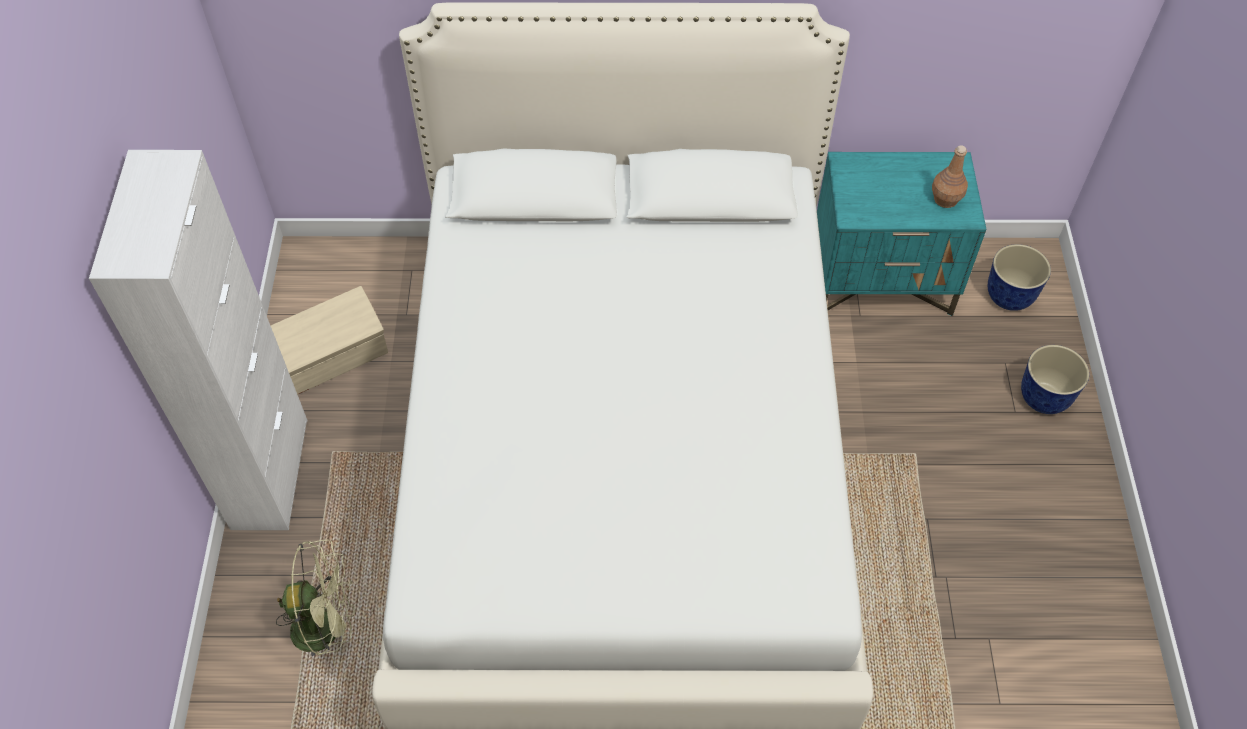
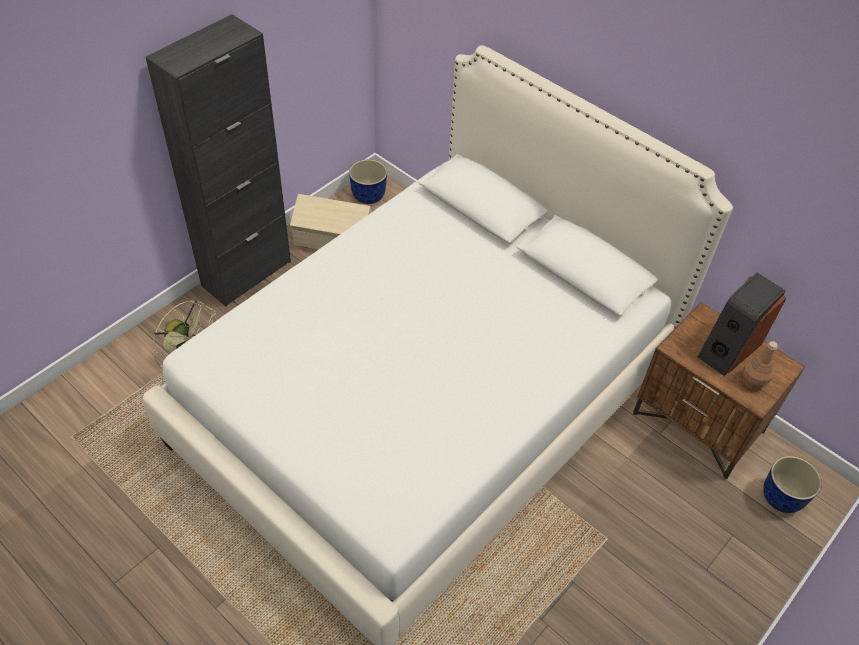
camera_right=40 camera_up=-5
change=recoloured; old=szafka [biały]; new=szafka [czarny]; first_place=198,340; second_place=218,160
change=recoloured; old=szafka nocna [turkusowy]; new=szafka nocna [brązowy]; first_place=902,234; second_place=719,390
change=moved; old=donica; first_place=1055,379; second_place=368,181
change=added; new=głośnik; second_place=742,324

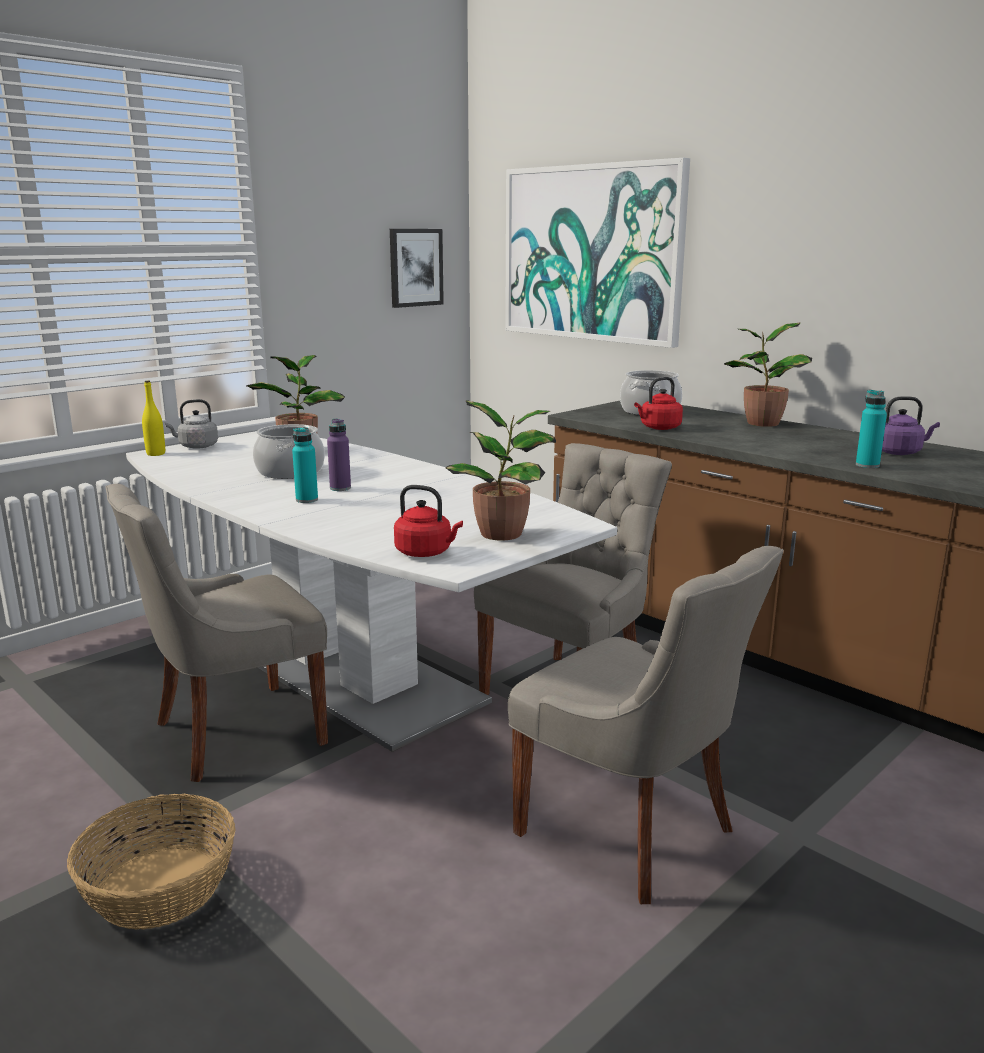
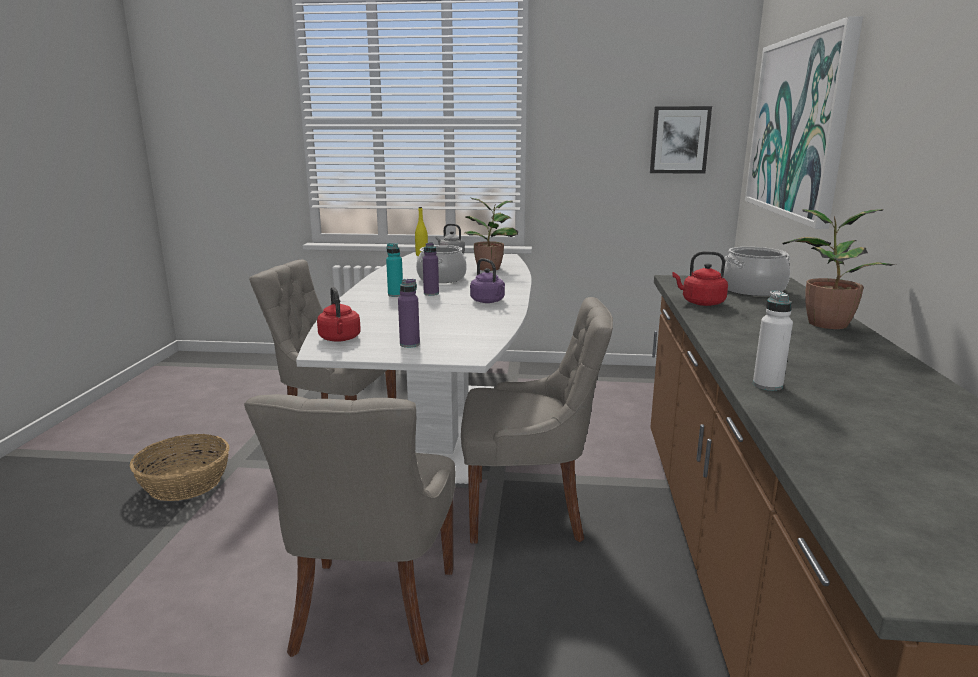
camera_right=50 camera_up=0
change=recoloured; old=butelka [turkusowy]; new=butelka [biały]; first_place=871,429; second_place=773,341
change=moved; old=czajnik [fioletowy]; first_place=911,425; second_place=487,280
change=replaced; old=roślina doniczkowa; new=butelka [fioletowy]; first_place=501,470; second_place=409,313

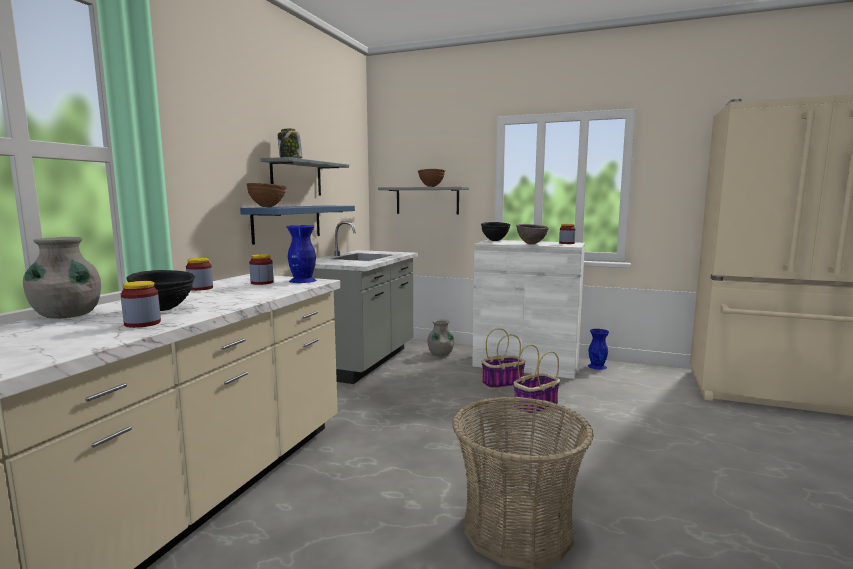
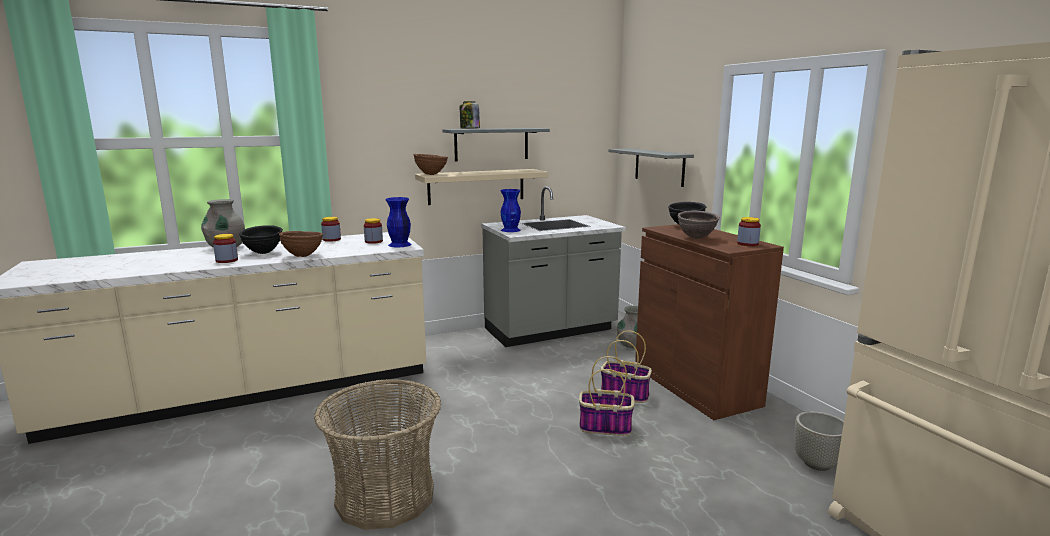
camera_right=45 camera_up=5
change=moved; old=miska [brązowy]; first_place=431,178; second_place=301,244
change=recoloured; old=półka [niebieski]; new=półka [beżowy]; first_place=297,225; second_place=481,187
change=recoloured; old=szafka [biały]; new=szafka [brązowy]; first_place=528,309; second_place=709,322
change=moved; old=wazon [niebieski]; first_place=598,349; second_place=510,210
change=added; new=donica [szary]; second_place=819,441

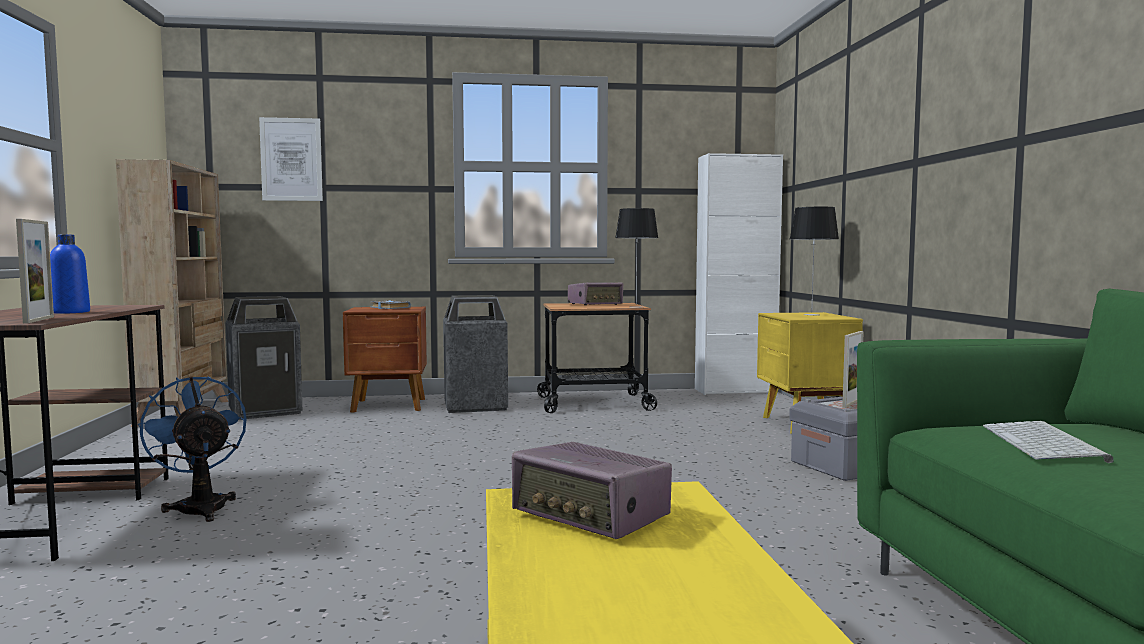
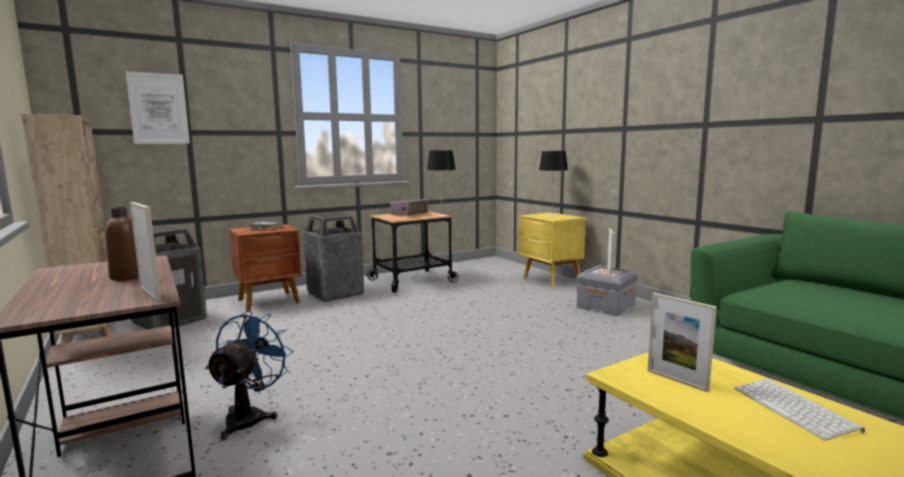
camera_right=-25 camera_up=5
change=removed; old=szafka [biały]; first_place=739,274
change=recoloured; old=butelka [niebieski]; new=butelka [brązowy]; first_place=70,274; second_place=122,244
change=turned; old=wentylator [niebieski]; first_place=192,449; second_place=249,376; degrees=75
change=moved; old=klawiatura; first_place=1048,442; second_place=799,409
change=replaced; old=radio; new=ramka na zdjęcie; first_place=592,490; second_place=682,342

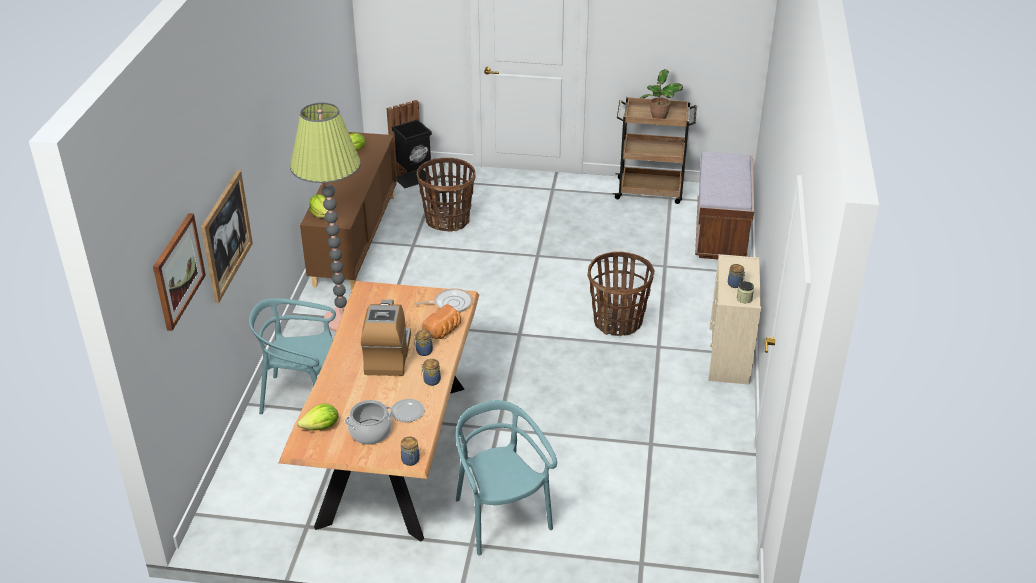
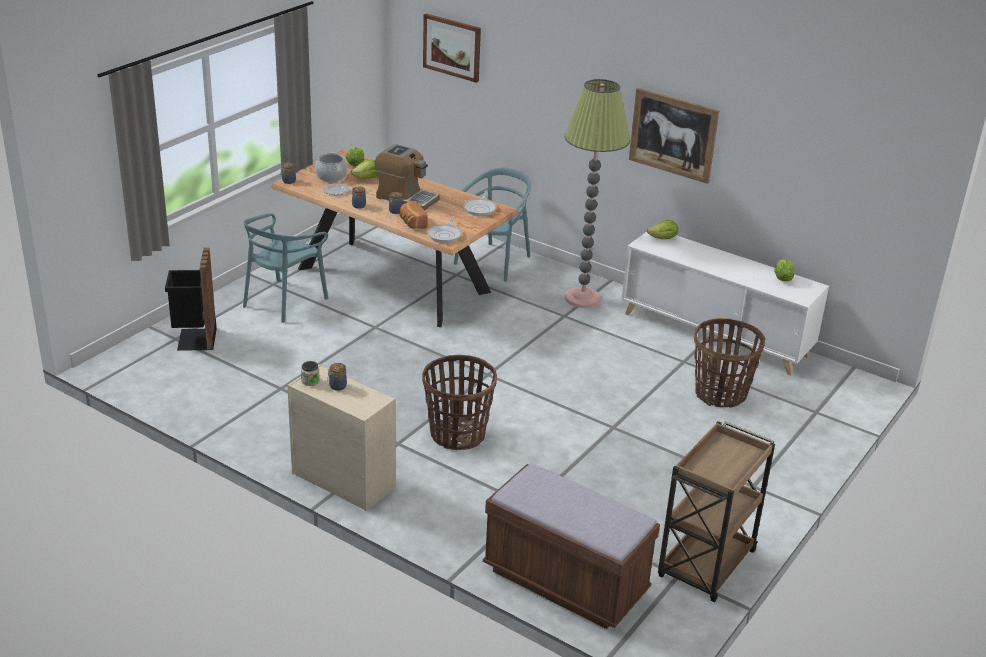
camera_right=115 camera_up=-5
change=removed; old=roślina doniczkowa; first_place=661,94
change=moved; old=kosz na śmieci [czarny]; first_place=409,144; second_place=191,299
change=recoloured; old=szafka [brązowy]; new=szafka [biały]; first_place=348,211; second_place=725,304
change=moved; old=obraz; first_place=227,236; second_place=674,136
change=turned; old=krzesło [turkusowy]; first_place=506,478; second_place=285,268; degrees=120
change=added; new=sałata; second_place=364,169
change=added; new=patelnia; second_place=480,203

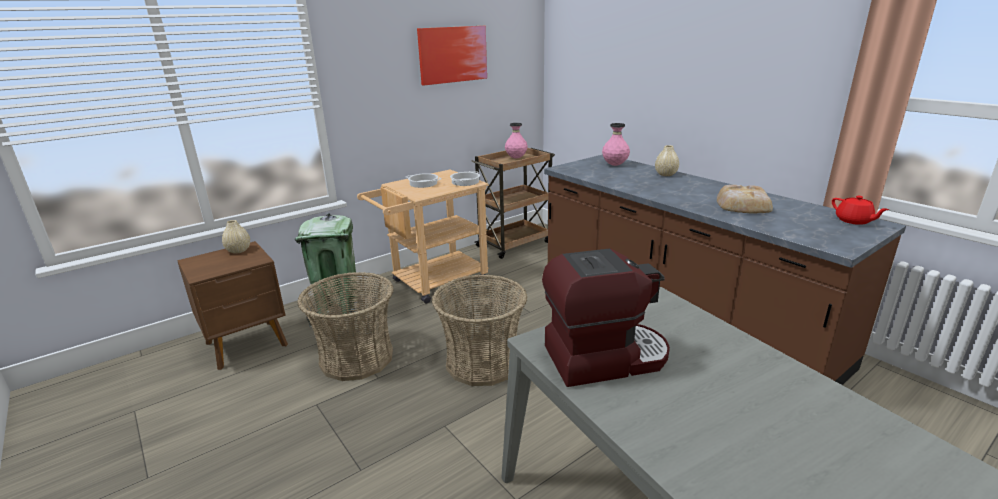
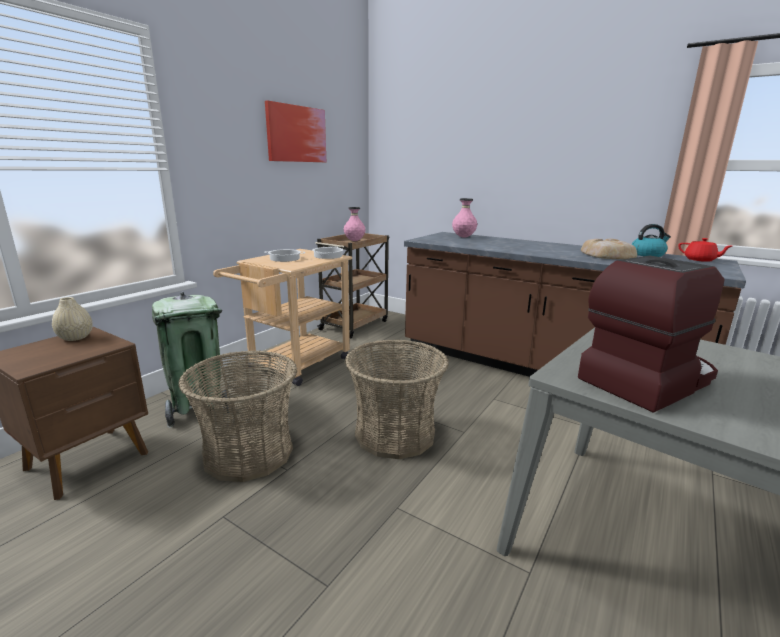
camera_right=-20 camera_up=-5
change=removed; old=wazon [beżowy]; first_place=667,160
change=added; new=czajnik; second_place=651,240

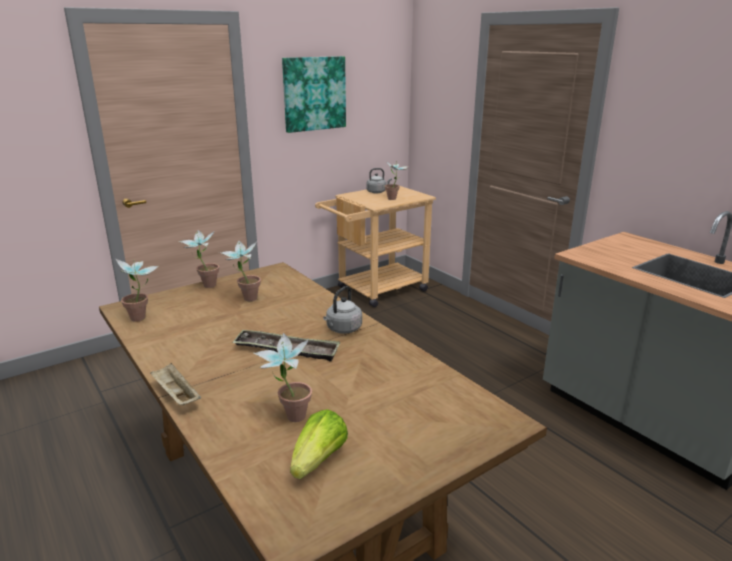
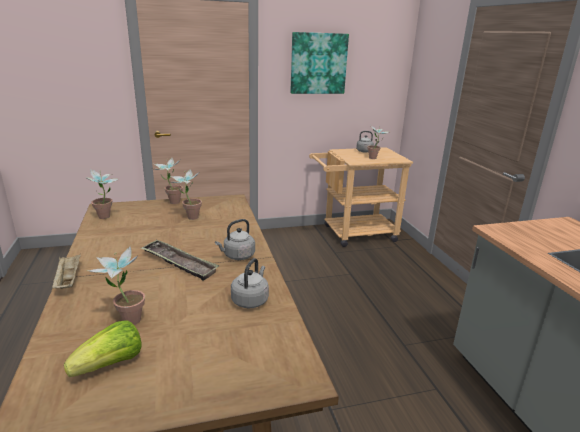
camera_right=20 camera_up=0
change=added; new=czajnik [szary]; second_place=250,283

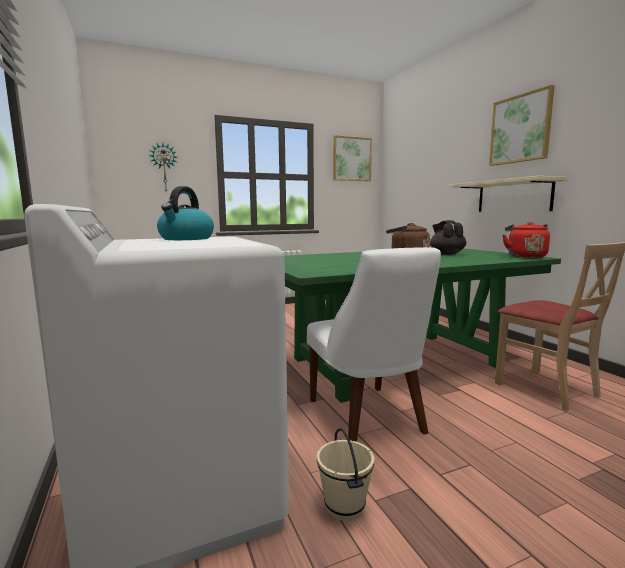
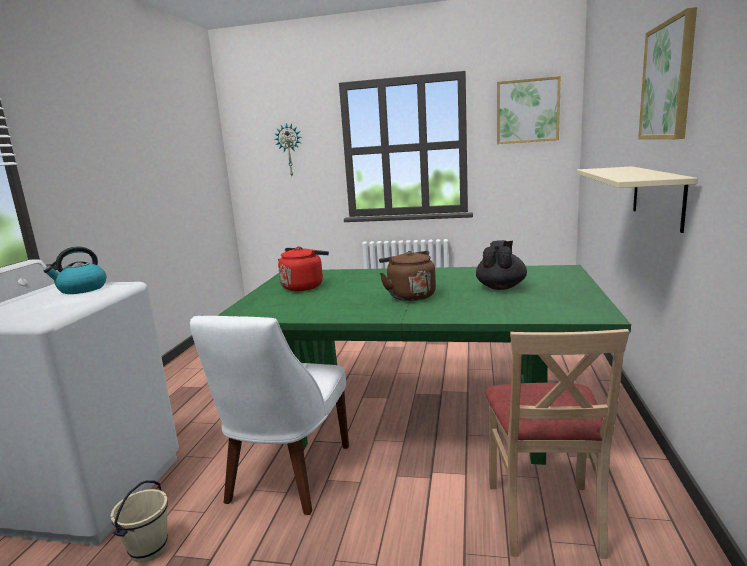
camera_right=35 camera_up=5
change=moved; old=czajnik [czerwony]; first_place=526,240; second_place=303,269

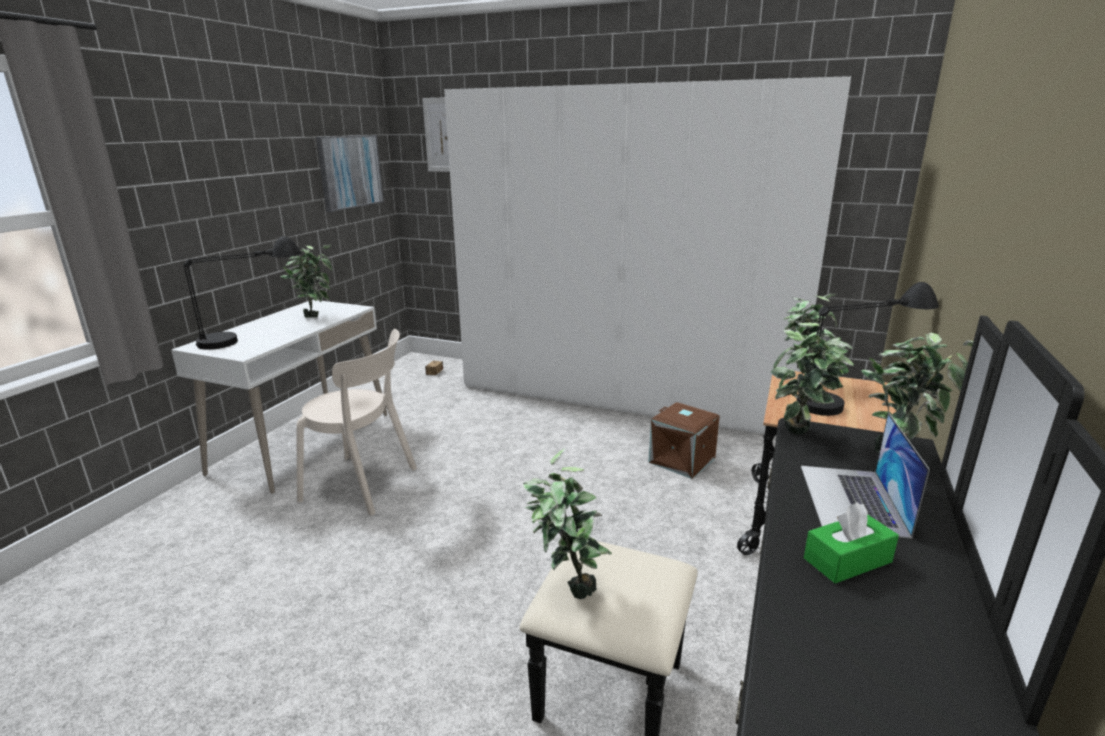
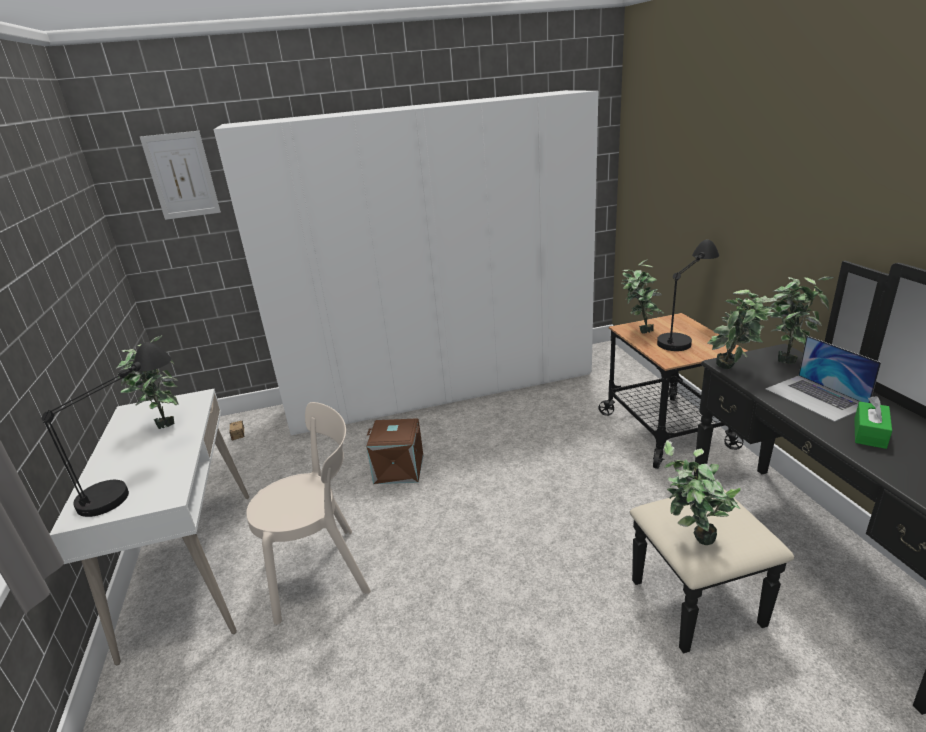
camera_right=-35 camera_up=5
change=removed; old=obraz; first_place=350,173
change=moved; old=pojemnik do przechowywania [brązowy]; first_place=684,440; second_place=394,451

